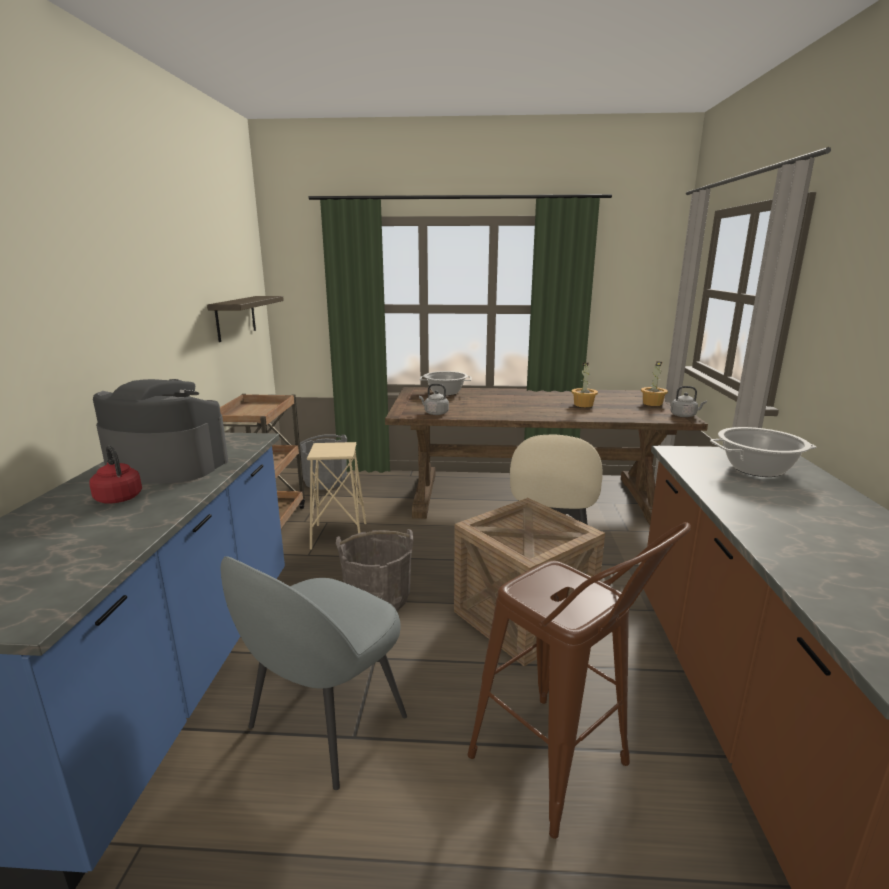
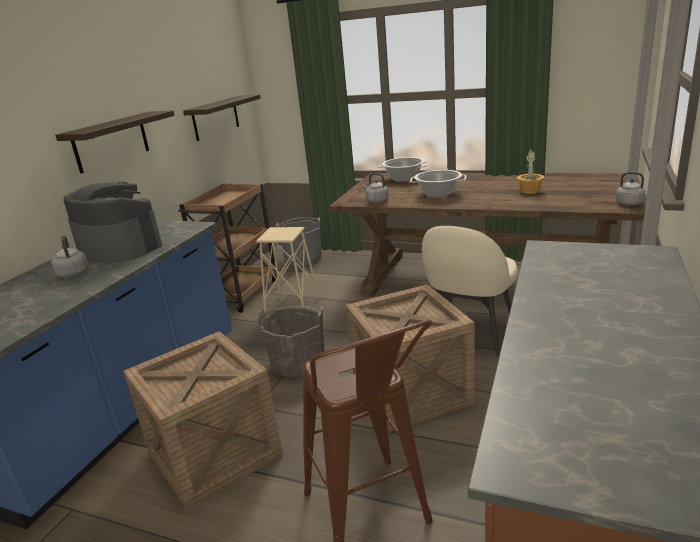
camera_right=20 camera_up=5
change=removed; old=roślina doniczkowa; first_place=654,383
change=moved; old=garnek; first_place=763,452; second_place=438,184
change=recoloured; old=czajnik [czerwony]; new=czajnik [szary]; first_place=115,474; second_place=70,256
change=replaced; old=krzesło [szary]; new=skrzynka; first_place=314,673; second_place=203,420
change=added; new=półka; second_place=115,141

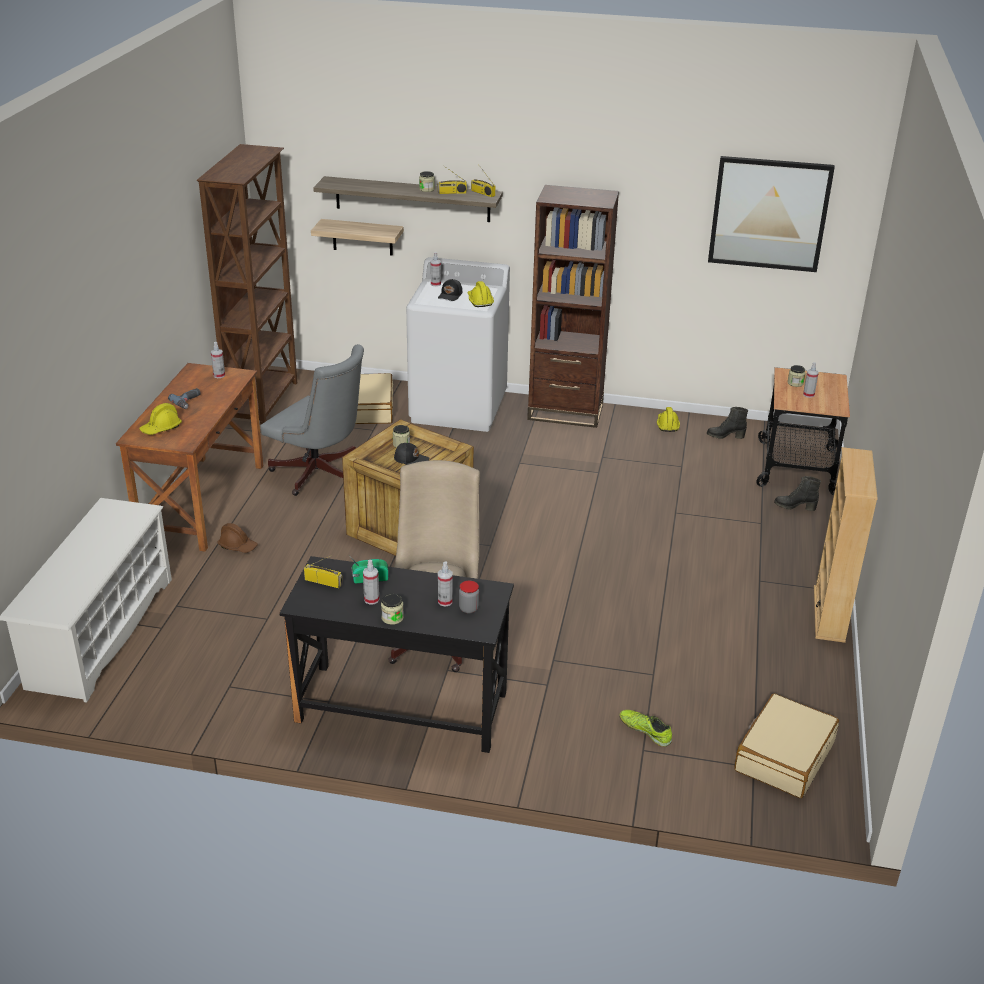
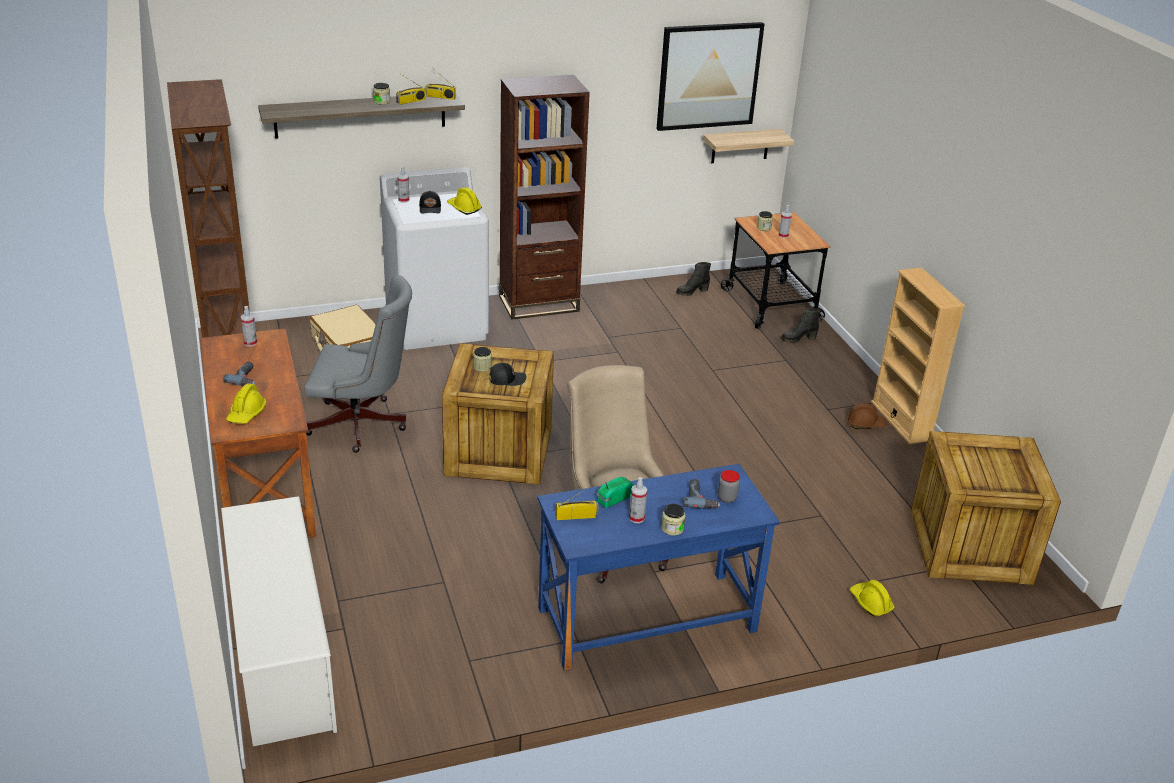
camera_right=-30 camera_up=0
change=moved; old=półka; first_place=357,237; second_place=748,146
change=moved; old=kask [żółty]; first_place=668,419; second_place=872,598
change=moved; old=kask [brązowy]; first_place=237,538; second_place=867,416
change=recoloured; old=biurko [czarny]; new=biurko [niebieski]; first_place=396,654; second_place=658,567
change=replaced; old=spryskiwacz; new=wiertarka; first_place=445,584; second_place=701,494
change=replaced; old=walizka [beżowy]; new=skrzynka; first_place=786,745; second_place=986,508
change=removed; old=but; first_place=645,728

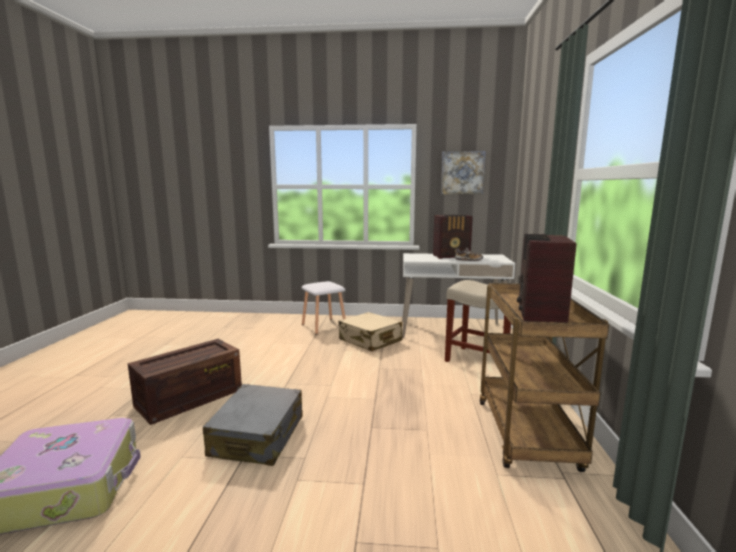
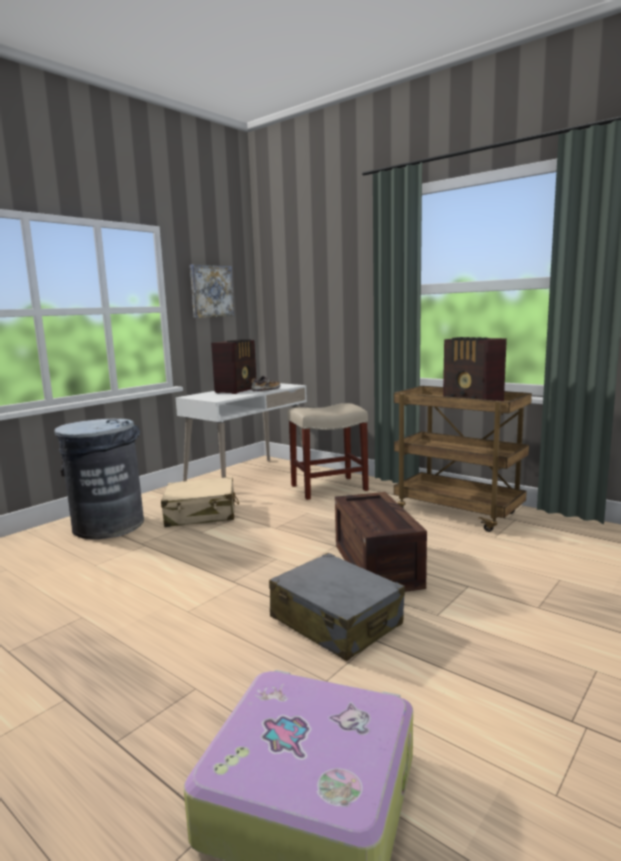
camera_right=-55 camera_up=0
change=replaced; old=stołek [biały]; new=kosz na śmieci [szary]; first_place=323,308; second_place=99,479
change=moved; old=skrzynka; first_place=185,382; second_place=381,542

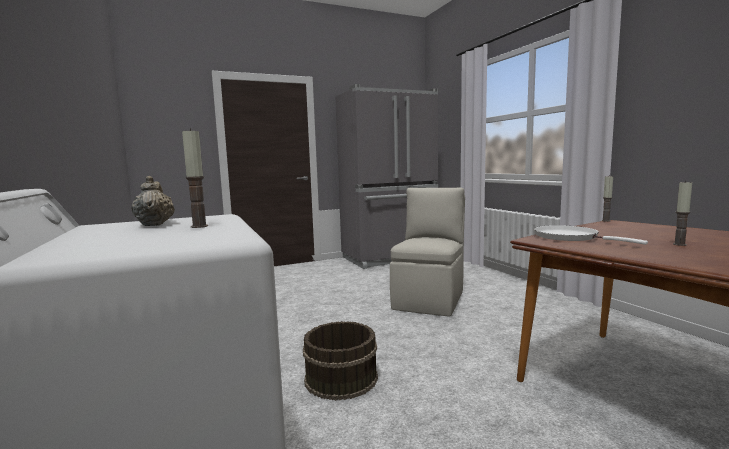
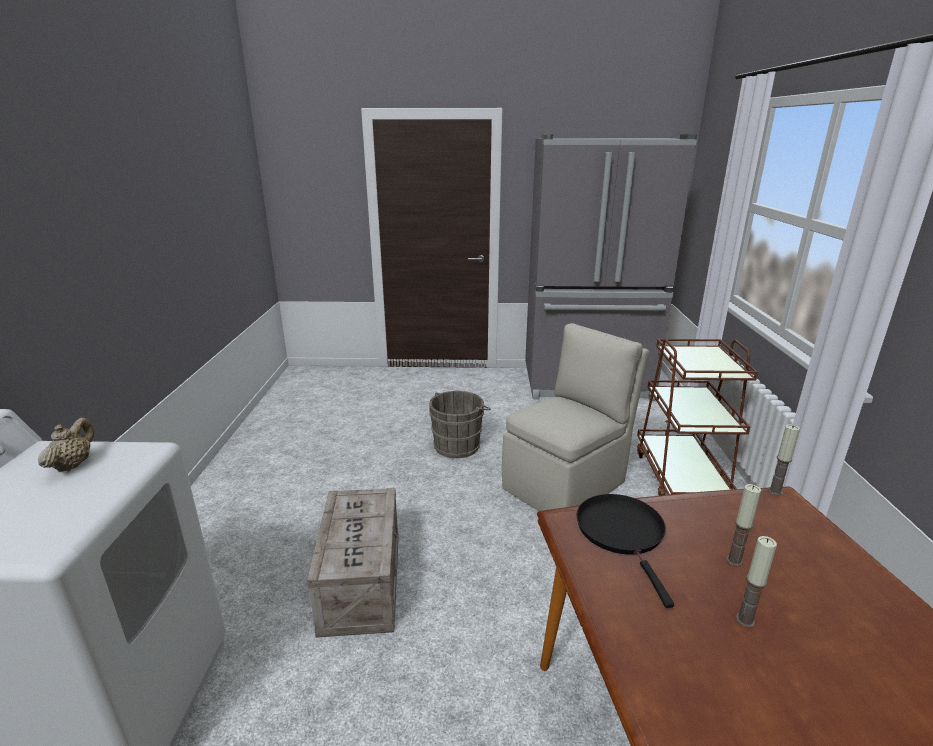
camera_right=25 camera_up=15
change=moved; old=świeca; first_place=195,178; second_place=743,525
change=recoloured; old=patelnia [biały]; new=patelnia [czarny]; first_place=591,235; second_place=625,551
change=replaced; old=wiadro [brązowy]; new=skrzynka; first_place=340,361; second_place=353,563
change=added; new=wózek [brązowy]; second_place=697,417
change=added; new=wiadro [szary]; second_place=460,424

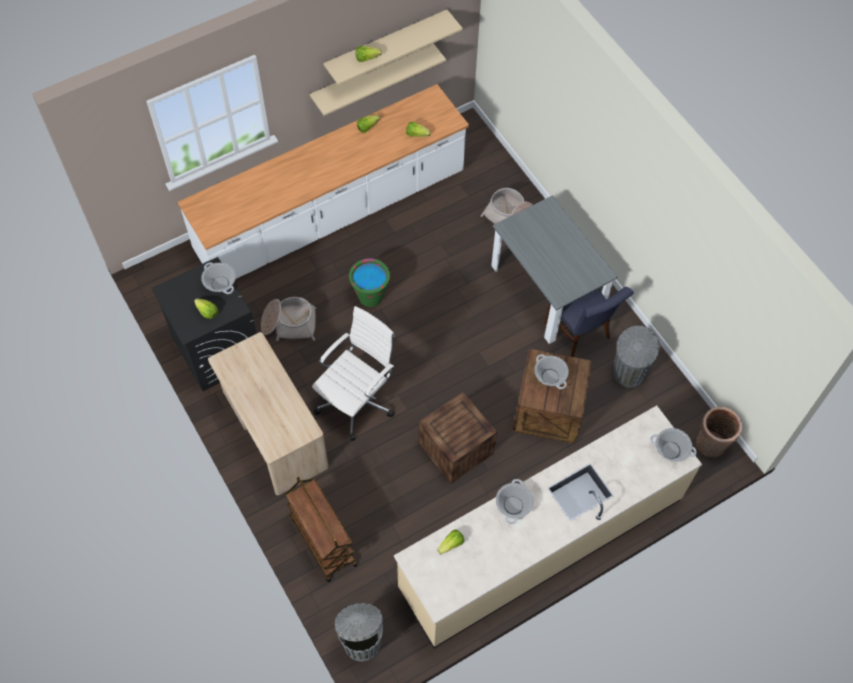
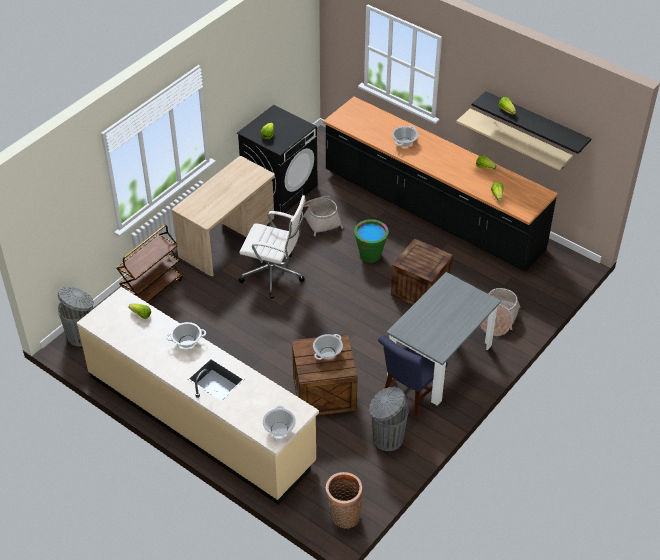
camera_right=70 camera_up=-15
change=recoloured; old=półka [beżowy]; new=półka [czarny]; first_place=393,47; second_place=531,122
change=recoloured; old=zabudowa kuchenna [biały]; new=zabudowa kuchenna [czarny]; first_place=323,181; second_place=440,184
change=moved; old=garnek; first_place=218,278; second_place=405,136
change=moved; old=skrzynka; first_place=458,438; second_place=422,271

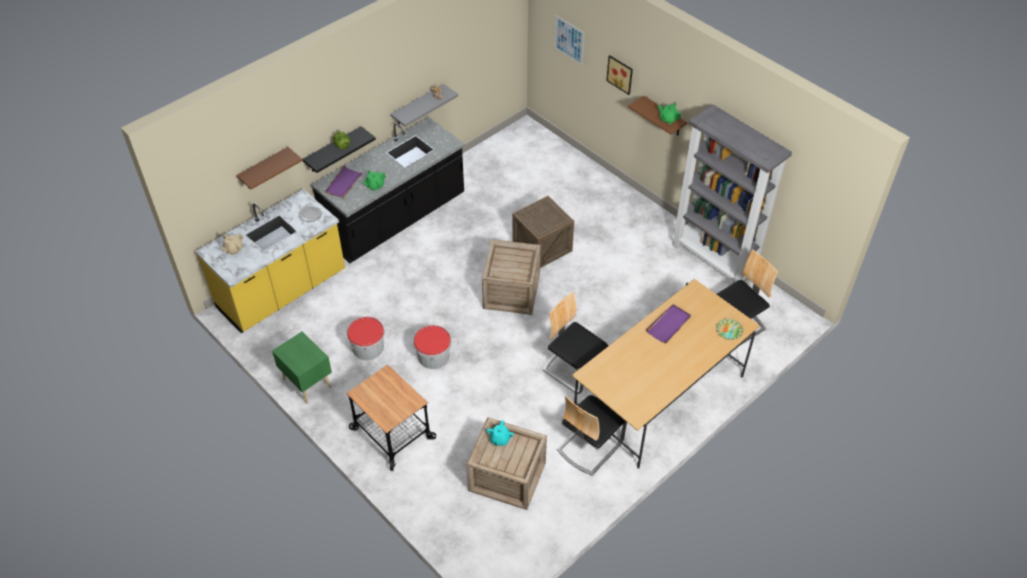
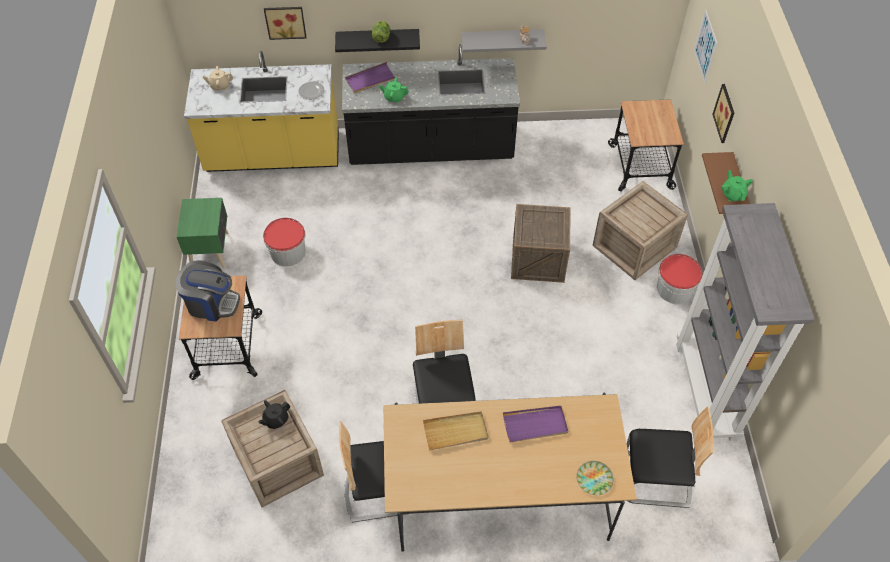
camera_right=40 camera_up=5
change=replaced; old=półka [brązowy]; new=obraz; first_place=269,168; second_place=285,23
change=moved; old=skrzynka; first_place=511,277; second_place=640,230
change=moved; old=wiadro; first_place=432,347; second_place=680,279
change=recoloured; old=imbryk [turkusowy]; new=imbryk [czarny]; first_place=500,433; second_place=274,414
change=added; new=wózek; second_place=646,145
change=added; new=ekspres do kawy; second_place=208,291
change=added; new=taca [beżowy]; second_place=455,430

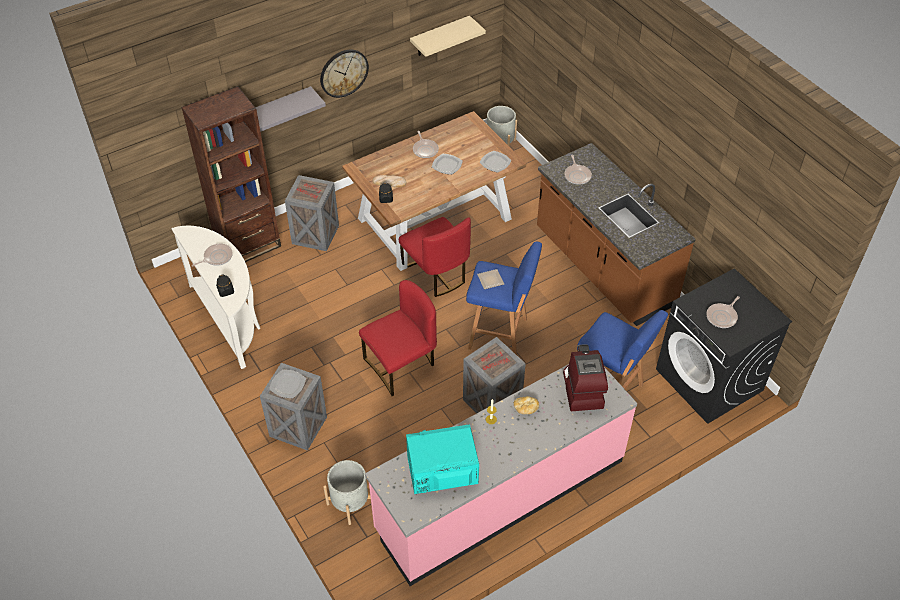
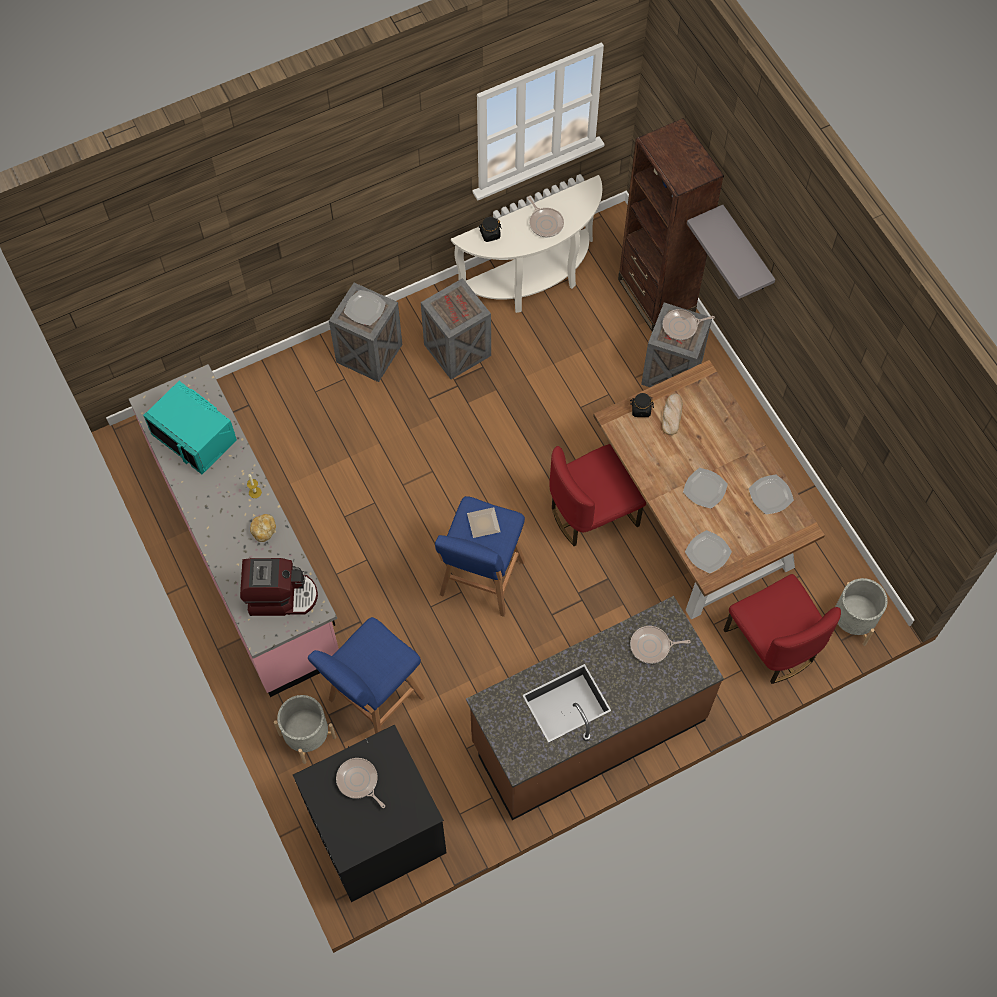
camera_right=95 camera_up=15
change=removed; old=półka [beżowy]; first_place=448,36
change=removed; old=zegar ścienny; first_place=344,74
change=moved; old=patelnia; first_place=426,144; second_place=689,324
change=moved; old=krzesło [czerwony]; first_place=398,338; second_place=782,629
change=moved; old=skrzynka; first_place=494,375; second_place=456,328
change=turned; old=mikrofalówka [turkusowy]; first_place=442,459; second_place=190,427; degrees=135
change=moved; old=donica [szary]; first_place=347,492; second_place=305,729
change=added; new=talerz; second_place=771,495

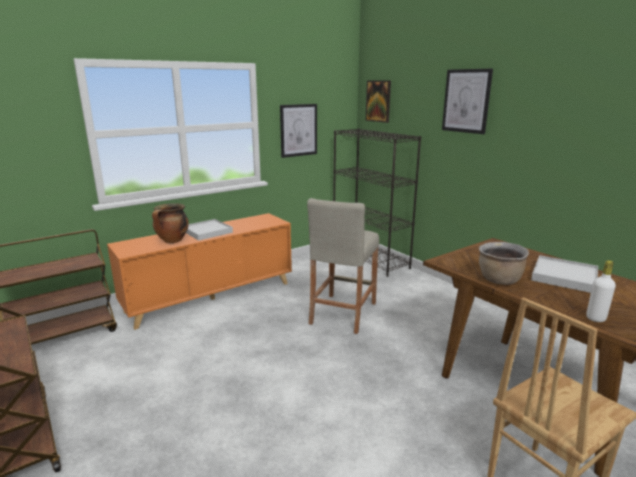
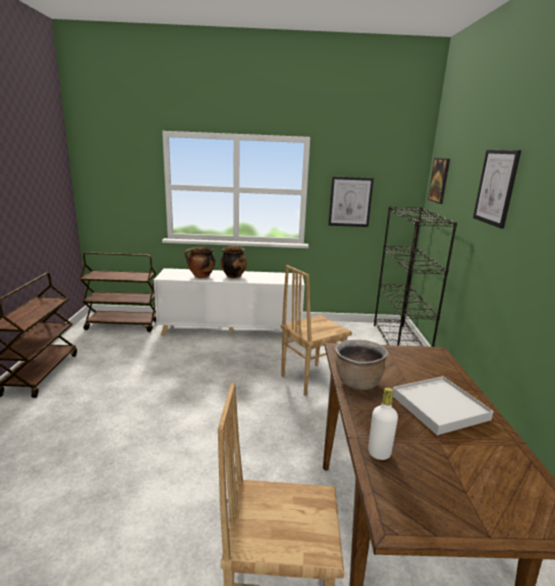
camera_right=35 camera_up=0
change=replaced; old=stołek [beżowy]; new=krzesło [brązowy]; first_place=343,266; second_place=316,330
change=recoloured; old=szafka [pomarańczowy]; new=szafka [biały]; first_place=199,271; second_place=229,302
change=replaced; old=taca [biały]; new=garnek; first_place=209,230; second_place=233,261

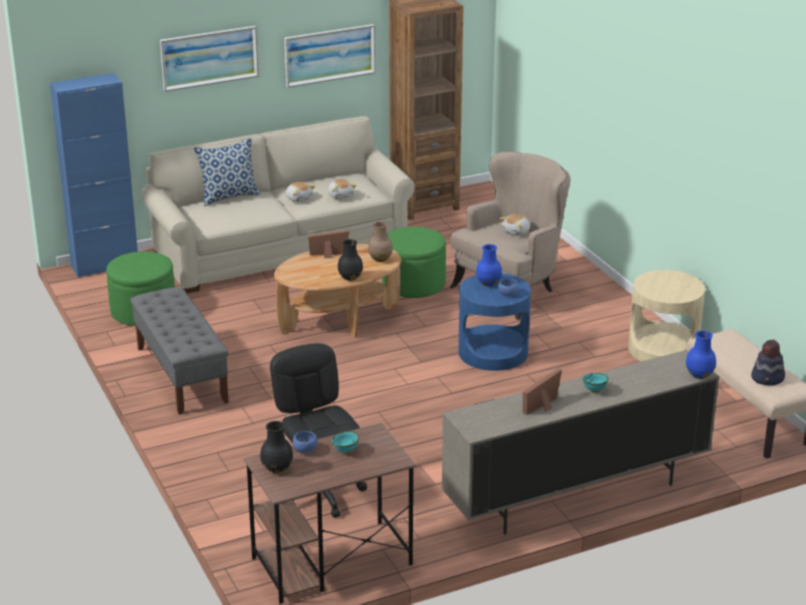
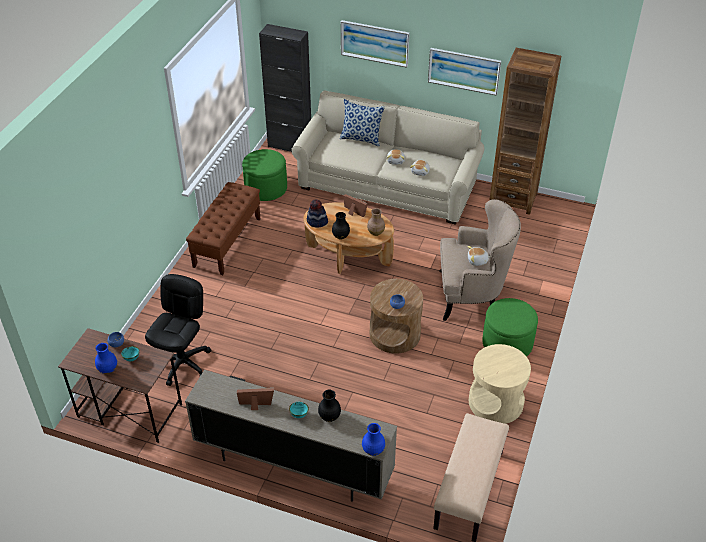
camera_right=45 camera_up=15
change=recoloured; old=szafka [niebieski]; new=szafka [czarny]; first_place=94,175; second_place=285,88
change=moved; old=pufa [zielony]; first_place=414,262; second_place=510,327
change=moved; old=wazon [niebieski]; first_place=489,265; second_place=106,358
change=recoloured; old=stolik [niebieski]; new=stolik [brązowy]; first_place=494,322; second_place=396,316
change=recoloured; old=ławka [szary]; new=ławka [brązowy]; first_place=179,351; second_place=223,228
change=moved; old=kapelusz; first_place=768,362; second_place=317,213
change=moved; old=wazon [czarny]; first_place=276,447; second_place=329,406

